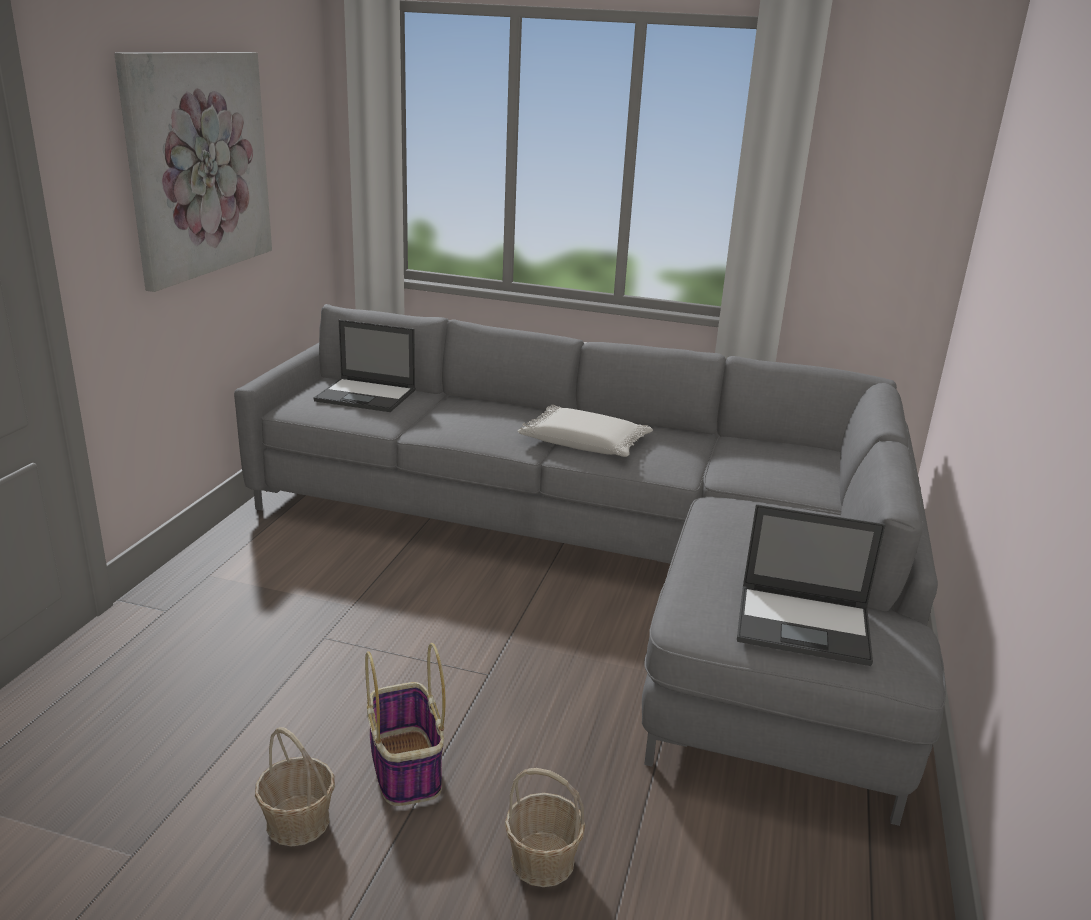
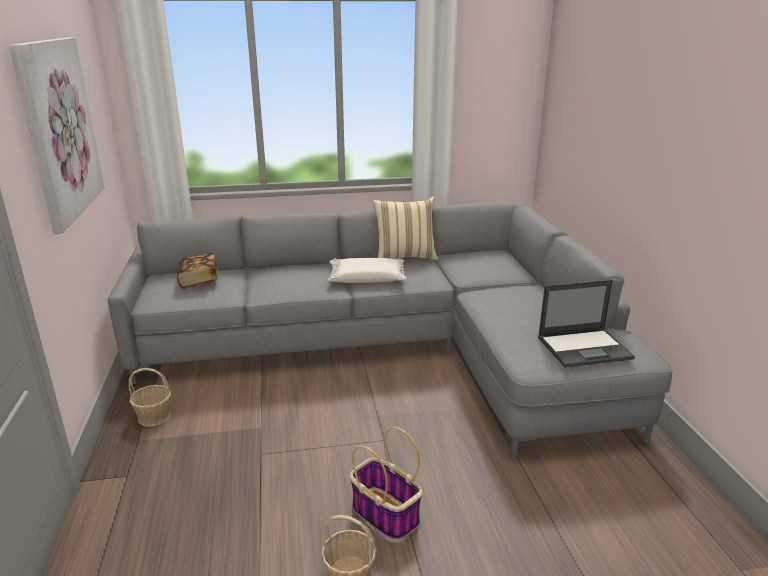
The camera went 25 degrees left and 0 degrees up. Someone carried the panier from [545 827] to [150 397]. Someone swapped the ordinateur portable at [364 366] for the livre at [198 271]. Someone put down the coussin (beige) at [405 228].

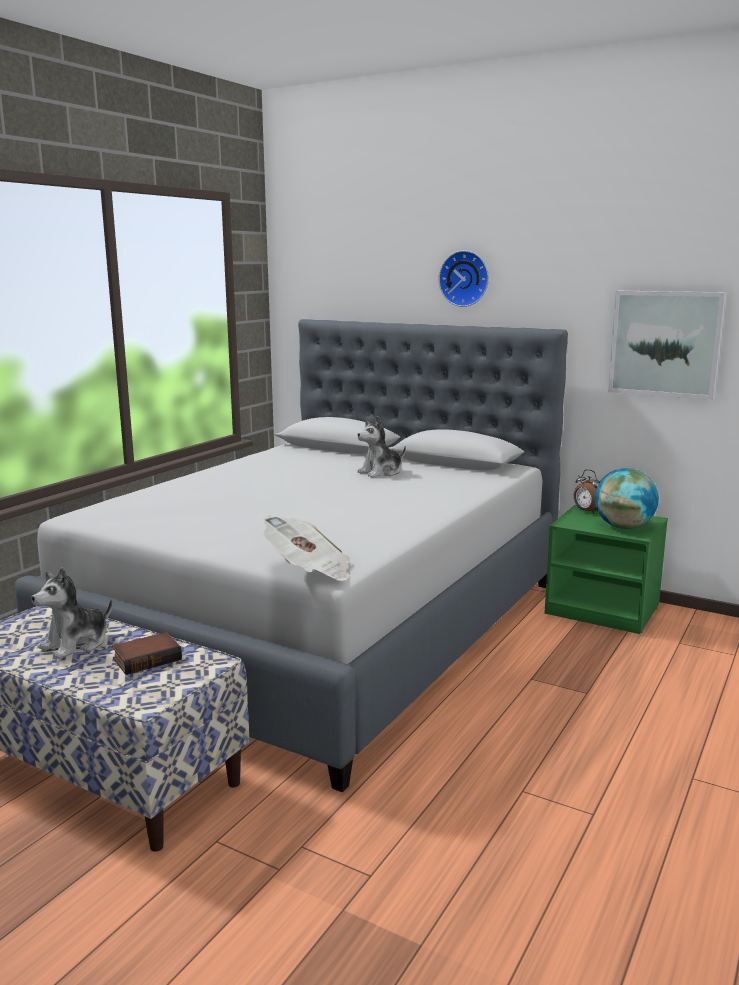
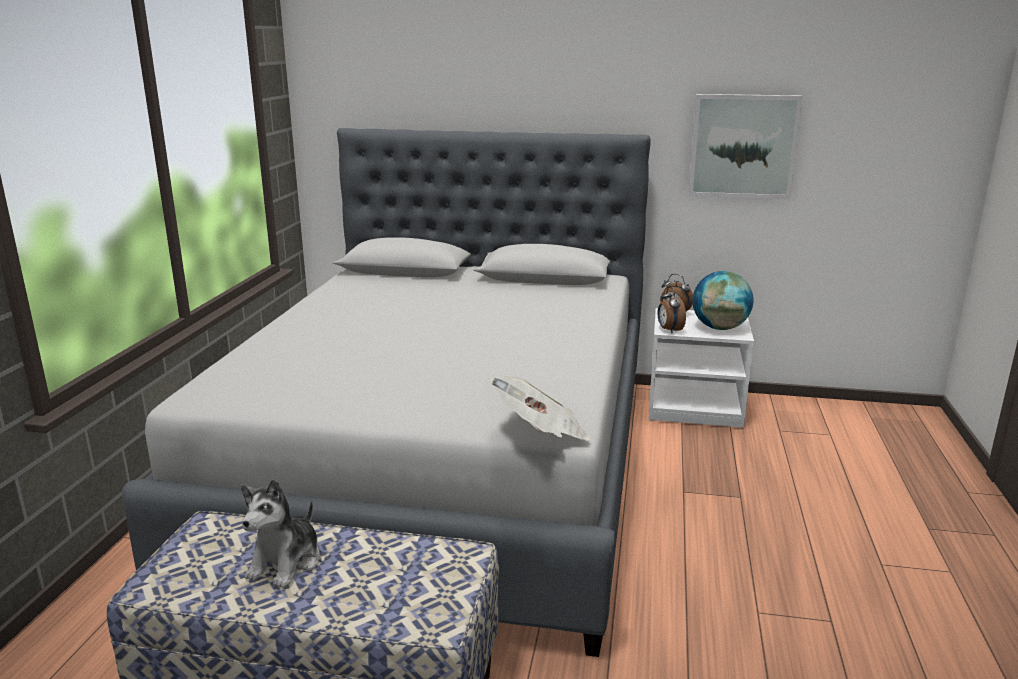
The camera went 20 degrees left and 5 degrees up. Someone repainted the table de chevet (vert) at [606 569], which became the table de chevet (blanc) at [701 368]. Someone put down the réveil at [672 310]. Someone took away the livre at [147 653]. Someone took away the peluche at [381 447]. Someone took away the horloge murale at [464 278].

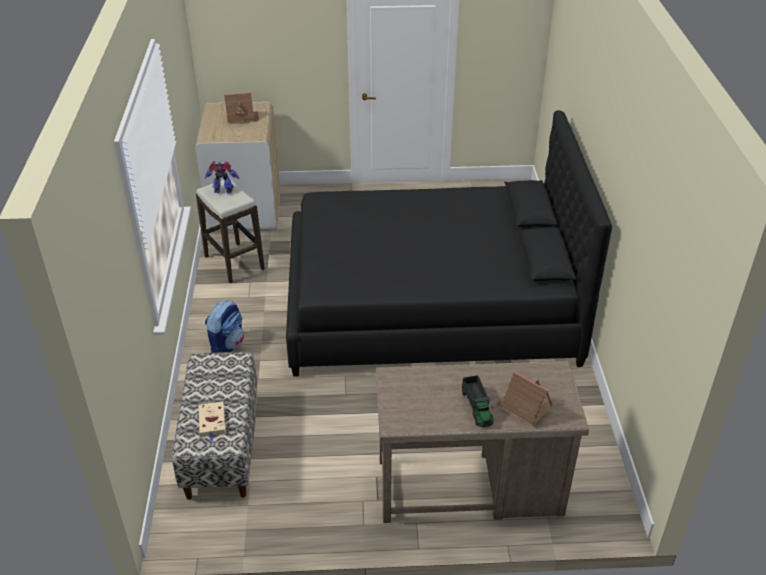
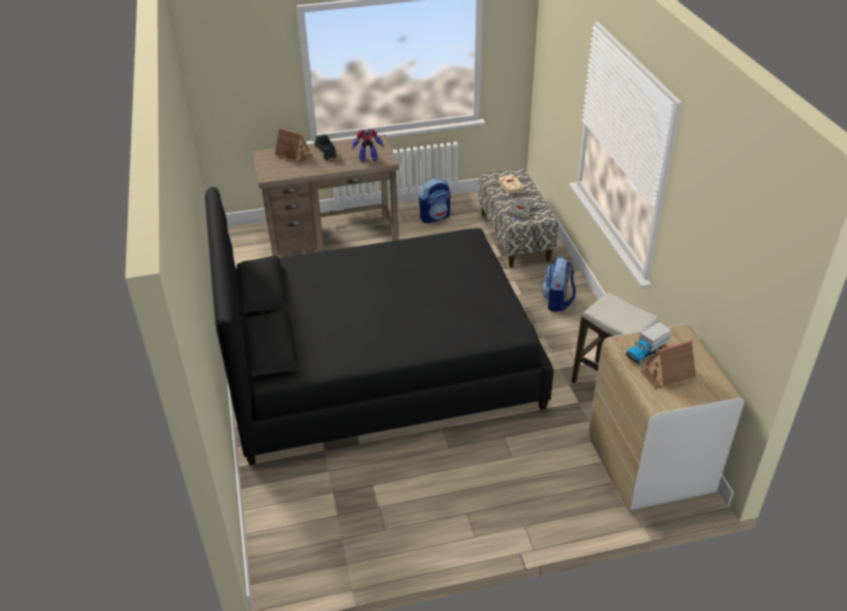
The camera went 170 degrees right and 0 degrees up. Someone carried the robot jouet from [222 177] to [368 145]. Someone put down the sac à dos at [434 201]. Someone put down the livre (gris) at [520 209]. Someone put down the camion jouet at [648 343].

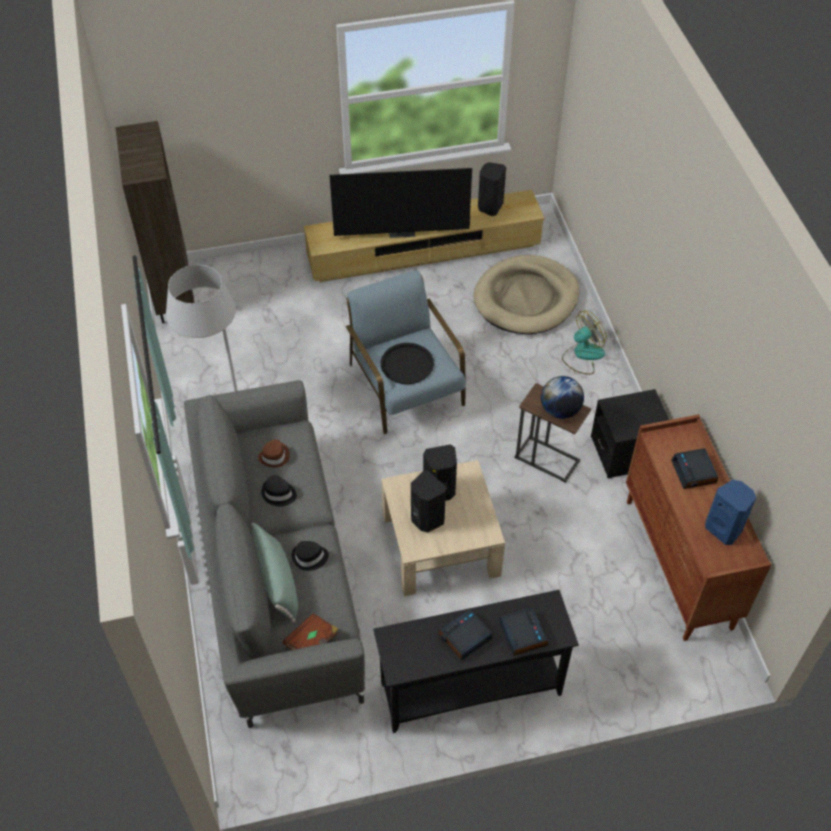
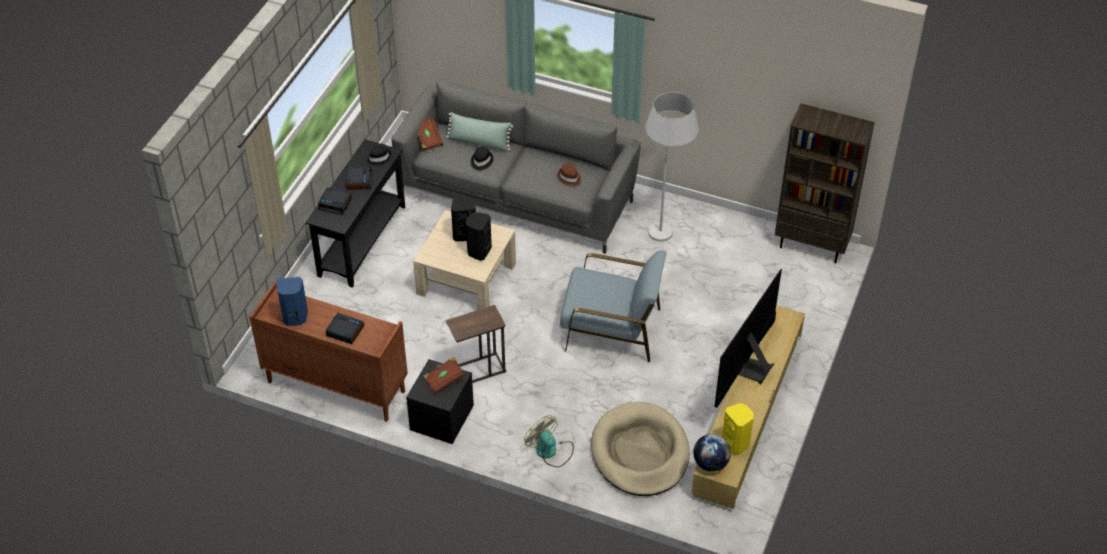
The camera went 125 degrees right and 5 degrees down. Someone carried the chapeau (noir) from [279 490] to [378 154]. Someone put down the livre (marron) at [444 375]. Someone rotated the ventilateur at [584 343] by 135 degrees clockwise. Someone carried the globe from [562 397] to [712 453]. Someone repainted the enceinte (noir) at [492 189], which became the enceinte (jaune) at [738 429]. Someone took away the plateau (noir) at [407 363].

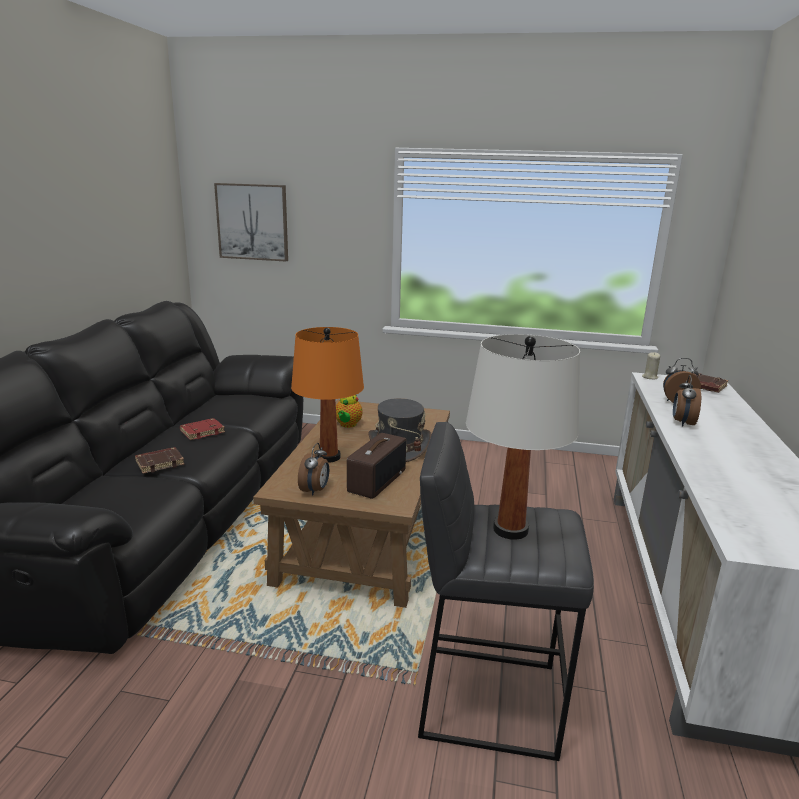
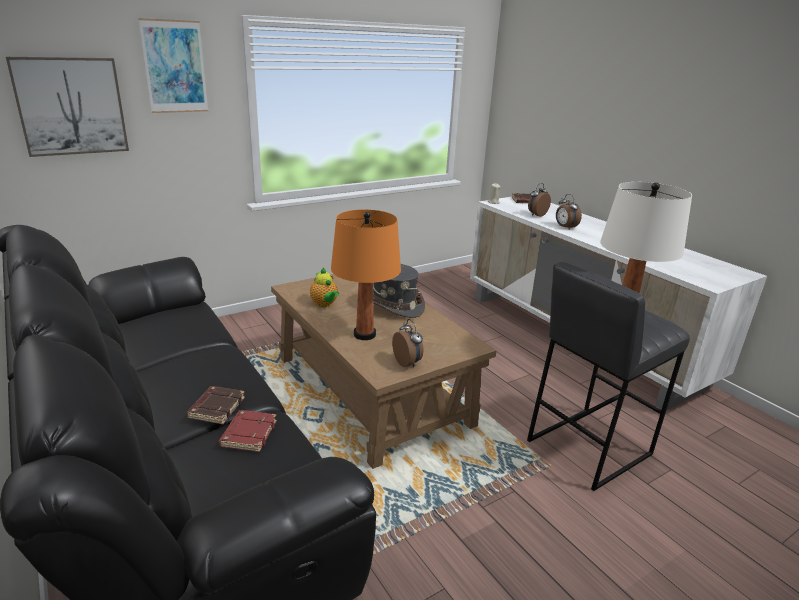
The camera went 45 degrees left and 5 degrees up. Someone put up the tableau at [173 65]. Someone carried the livre (rouge) from [202 429] to [248 431]. Someone took away the radio at [376 466].

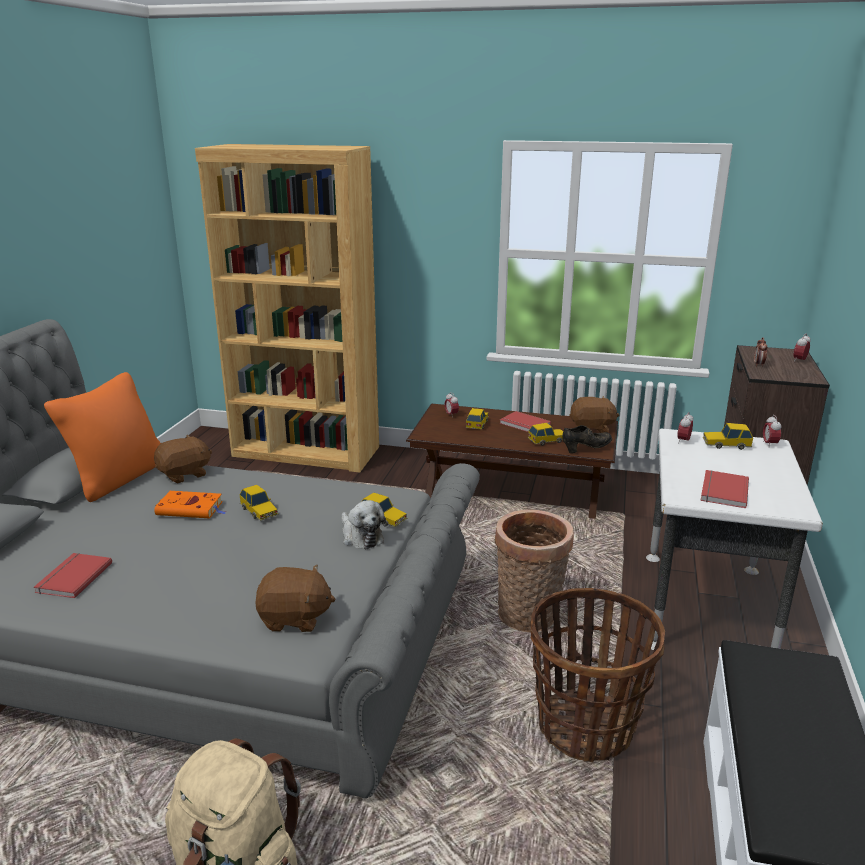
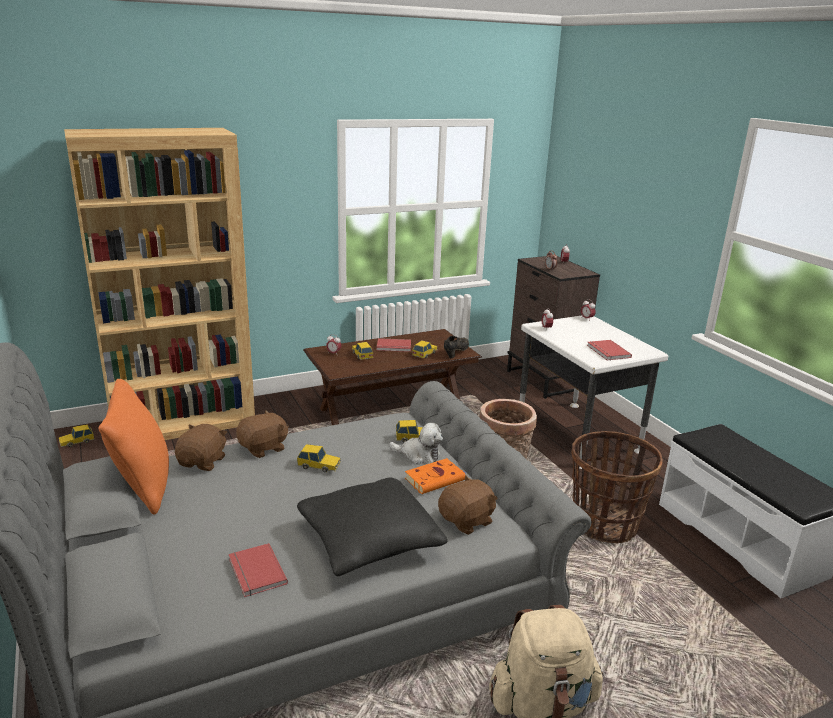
The camera went 40 degrees left and 0 degrees up. Someone carried the petite voiture from [728 436] to [76 435]. Someone carried the peluche (marron) from [594 414] to [262 434]. Someone put down the coussin (noir) at [372 527]. Someone carried the livre (orange) from [189 505] to [435 476].

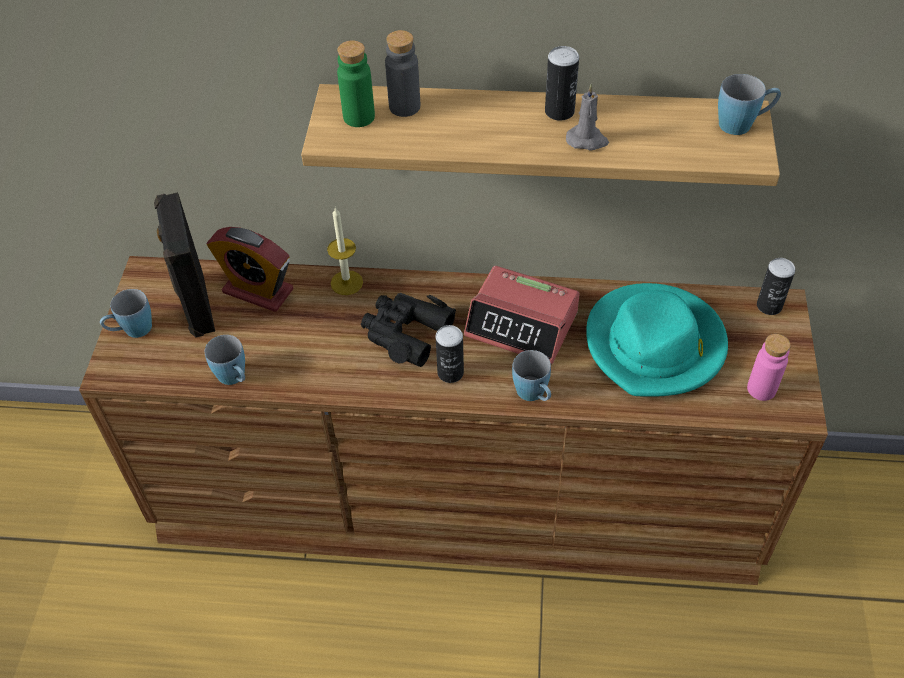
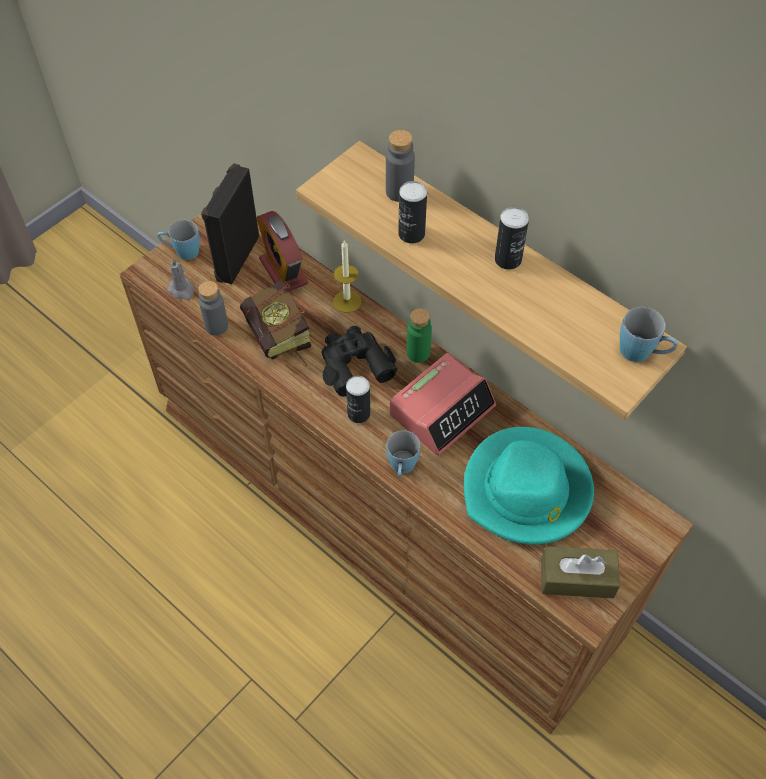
The camera went 35 degrees right and 5 degrees up. Someone carried the bougie (gris) from [587 116] to [180 279]. Someone swapped the mug (bleu) at [225 360] for the bouteille (gris) at [213 308]. Someone put down the livre at [275 324]. Someone rotated the réveil at [522 315] by 105 degrees counterclockwise. Someone carried the boîte métallique from [776 286] to [412 212]. Someone carried the bouteille (vert) from [356 83] to [419 335]. Someone swapped the bouteille (rose) at [769 367] for the boîte à mouchoirs (marron) at [580 572].

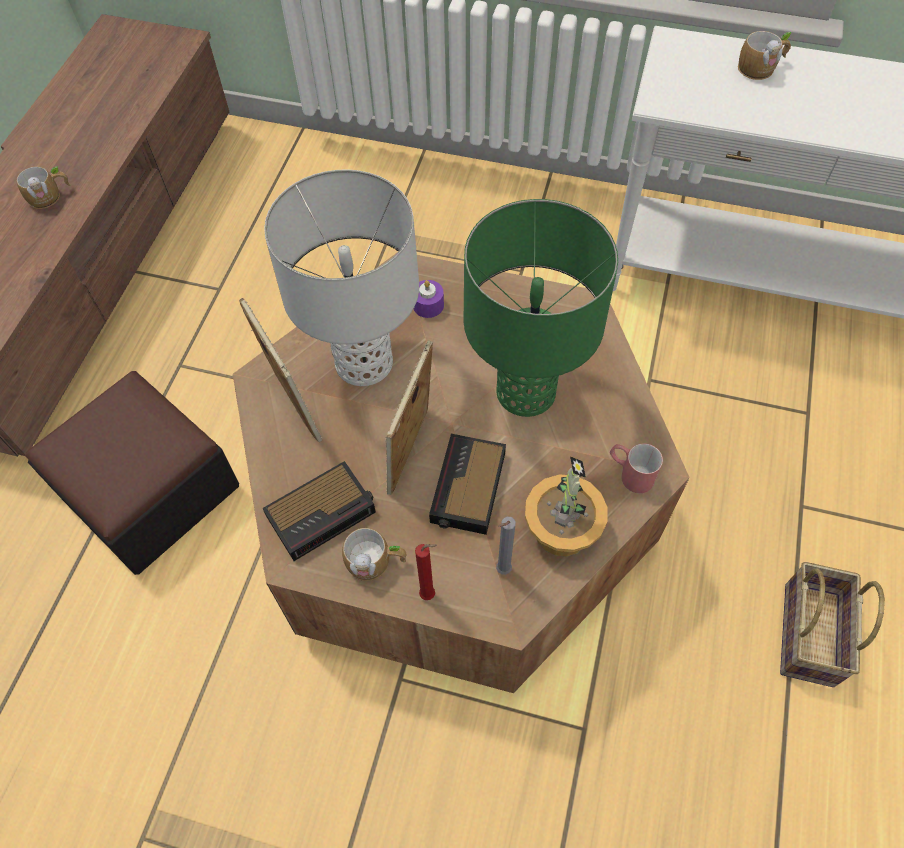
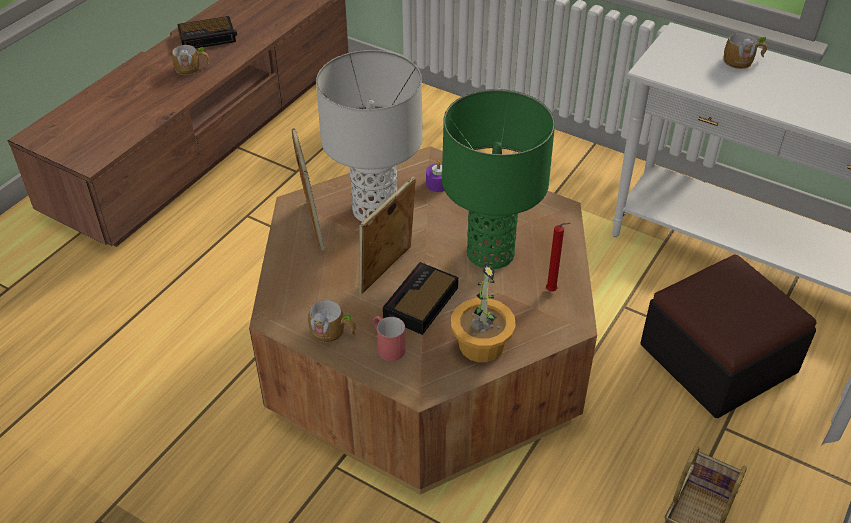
The camera went 15 degrees right and 15 degrees down. Someone carried the réveil from [319 511] to [207 32]. Someone carried the mug (rouge) from [636 468] to [389 338]. Someone carried the bougie (rouge) from [426 572] to [558 257]. Someone carried the pouf from [132 473] to [728 336]. Someone took away the bougie (gris) at [506 545].

